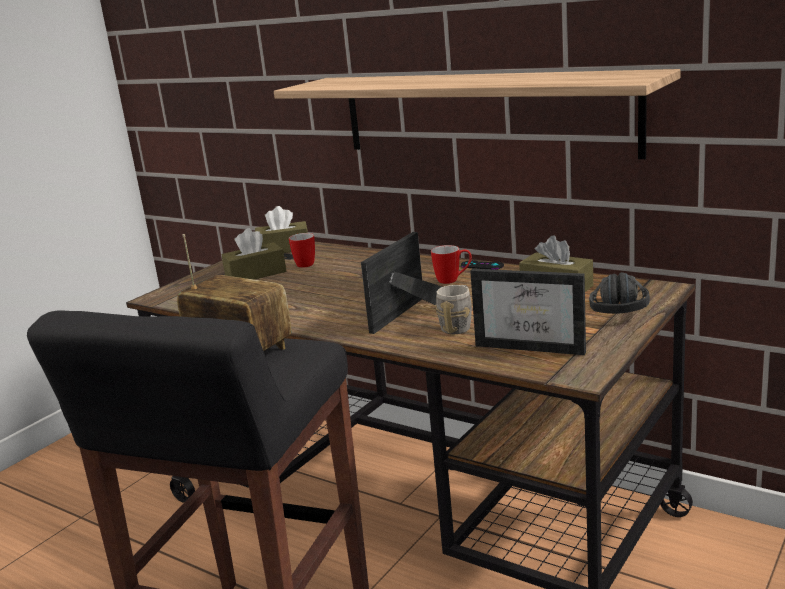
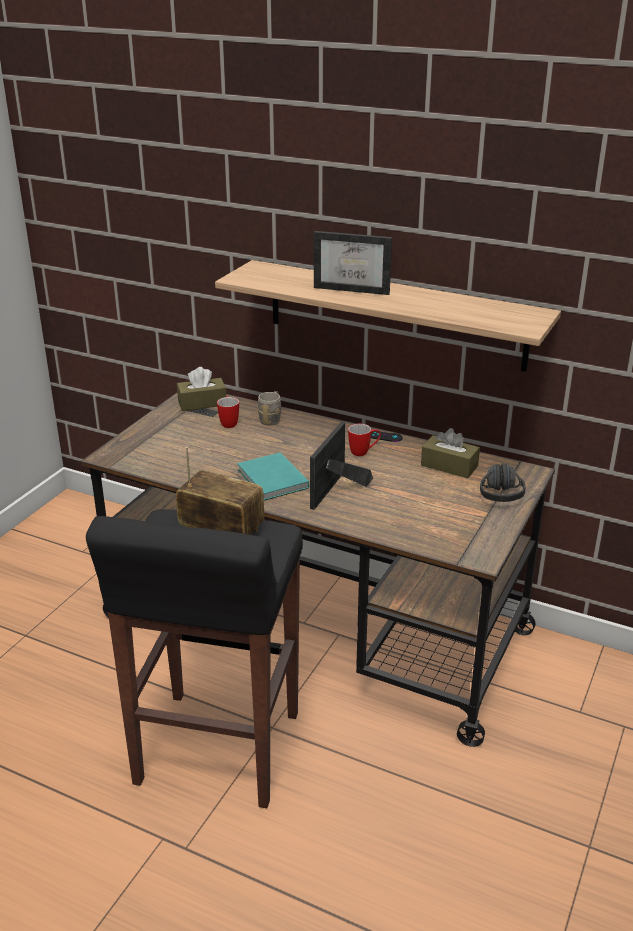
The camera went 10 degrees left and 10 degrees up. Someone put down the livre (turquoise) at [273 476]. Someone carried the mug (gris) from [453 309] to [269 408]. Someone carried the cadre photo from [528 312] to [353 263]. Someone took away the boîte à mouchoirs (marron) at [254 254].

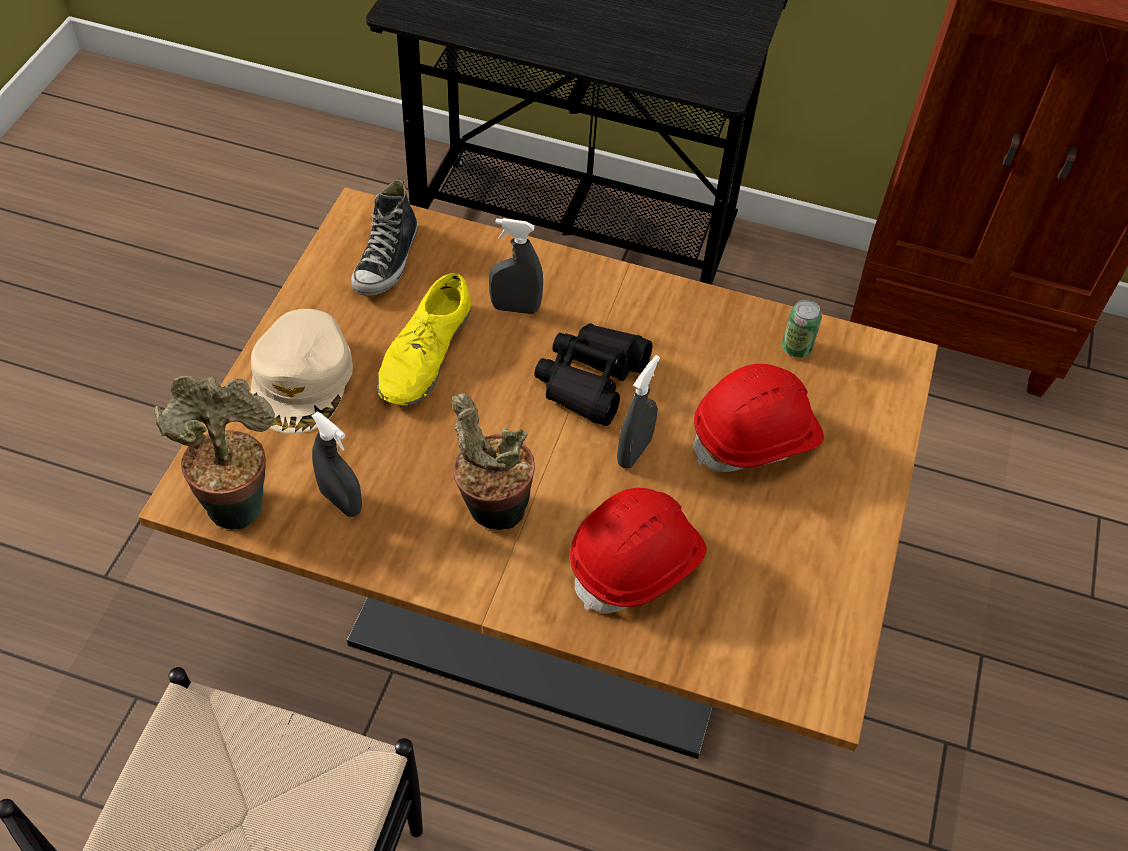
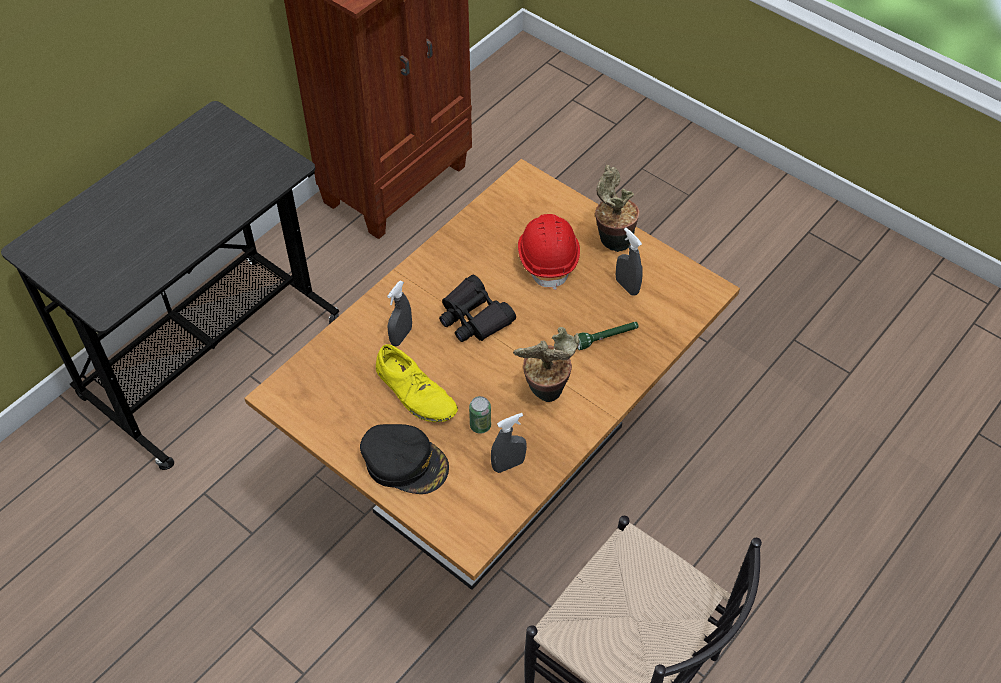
The camera went 65 degrees left and 0 degrees up. Someone repainted the casquette (beige) at [302 371], which became the casquette (noir) at [404 459]. Someone carried the boîte métallique from [802 328] to [480 415]. Someone swapped the casque de chantier (rouge) at [638 550] for the lampe de poche (vert) at [606 336]. Someone carried the plante en pot from [214 452] to [617 208]. Someone carried the vaporisateur (gris) from [638 412] to [629 262]. Someone took away the chaussure at [384 237].

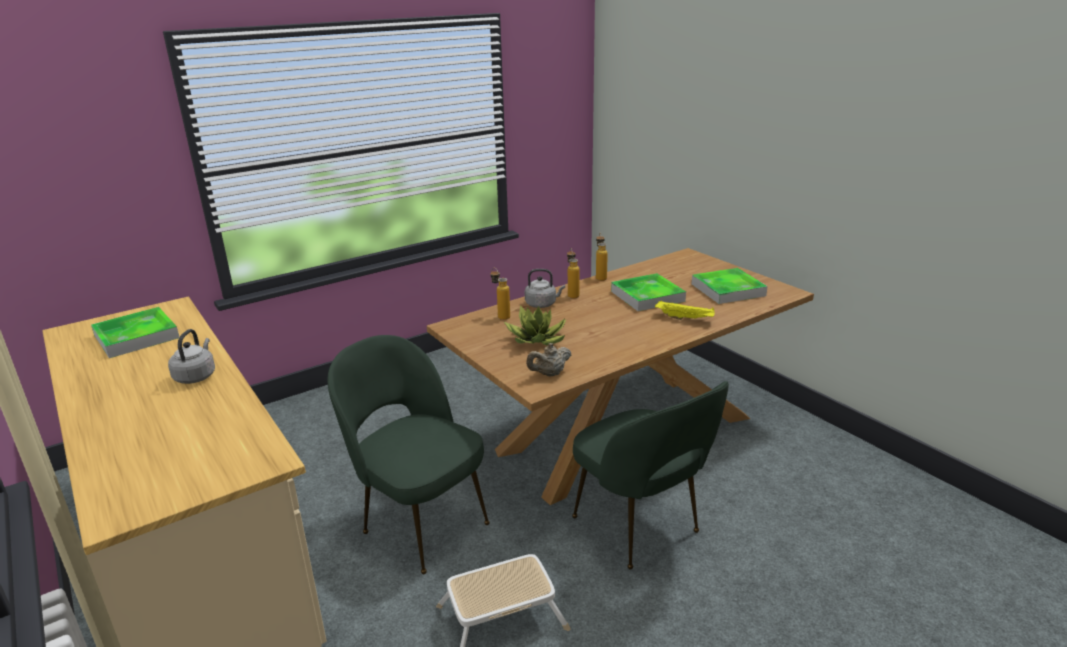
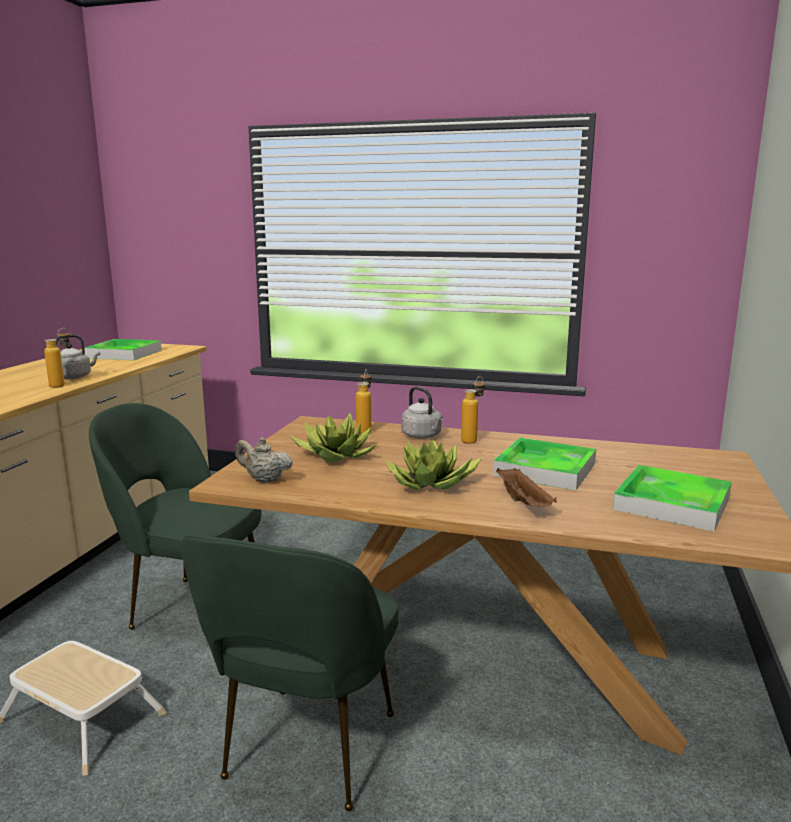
The camera went 50 degrees right and 10 degrees down. Someone carried the bouteille from [602 257] to [57 358]. Someone rotated the chaise (vert) at [409 454] by 75 degrees counterclockwise. Someone put down the plante en pot at [433 465]. Someone repainted the plateau (jaune) at [685 310], which became the plateau (marron) at [526 487].

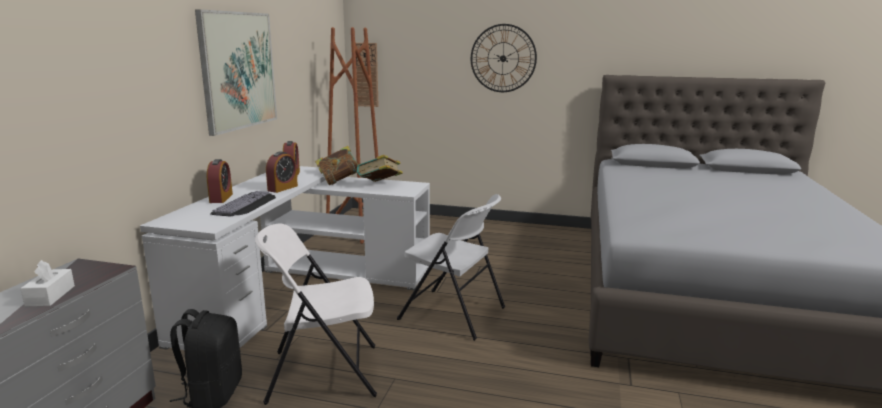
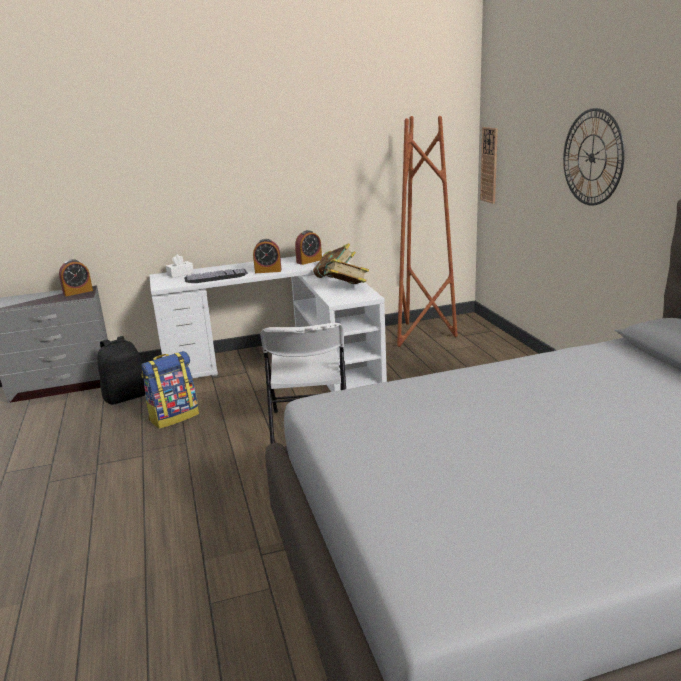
The camera went 60 degrees right and 5 degrees up. Someone carried the réveil from [220 181] to [76 277]. Someone swapped the chaise (blanc) at [316 314] for the sac à dos at [170 390]. Someone carried the boîte à mouchoirs (blanc) from [47 283] to [180 266]. Someone took away the tableau at [236 72].

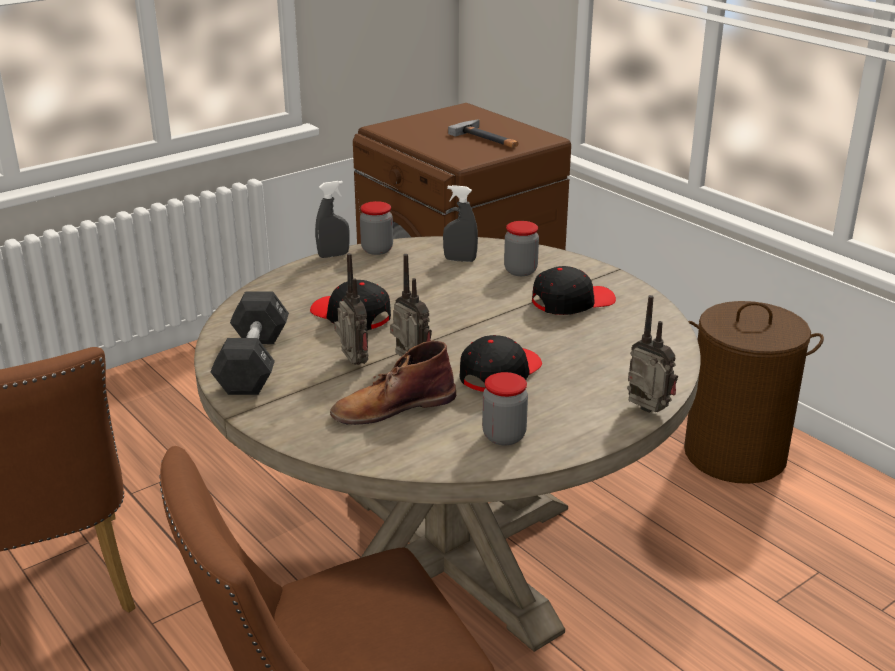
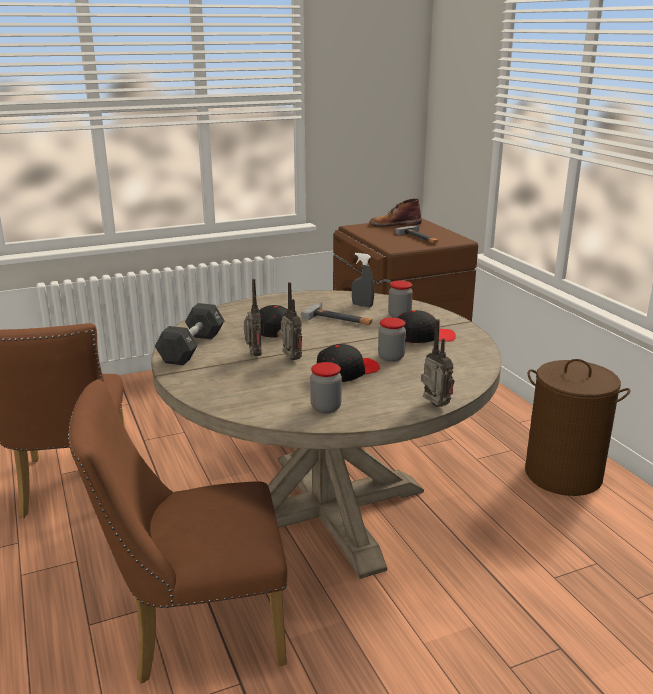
The camera went 15 degrees right and 5 degrees down. Someone put down the marteau at [336 313]. Someone carried the botte (marron) from [393 383] to [395 212]. Someone carried the bocal from [376 228] to [392 340]. Someone took away the vaporisateur (gris) at [332 219].

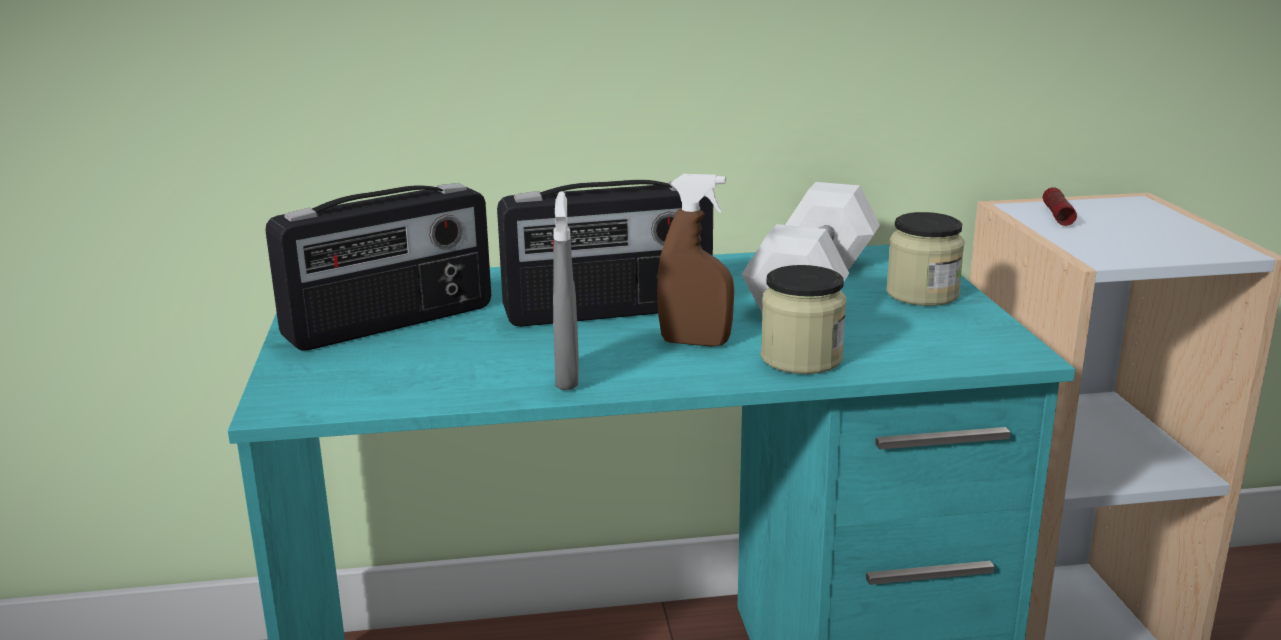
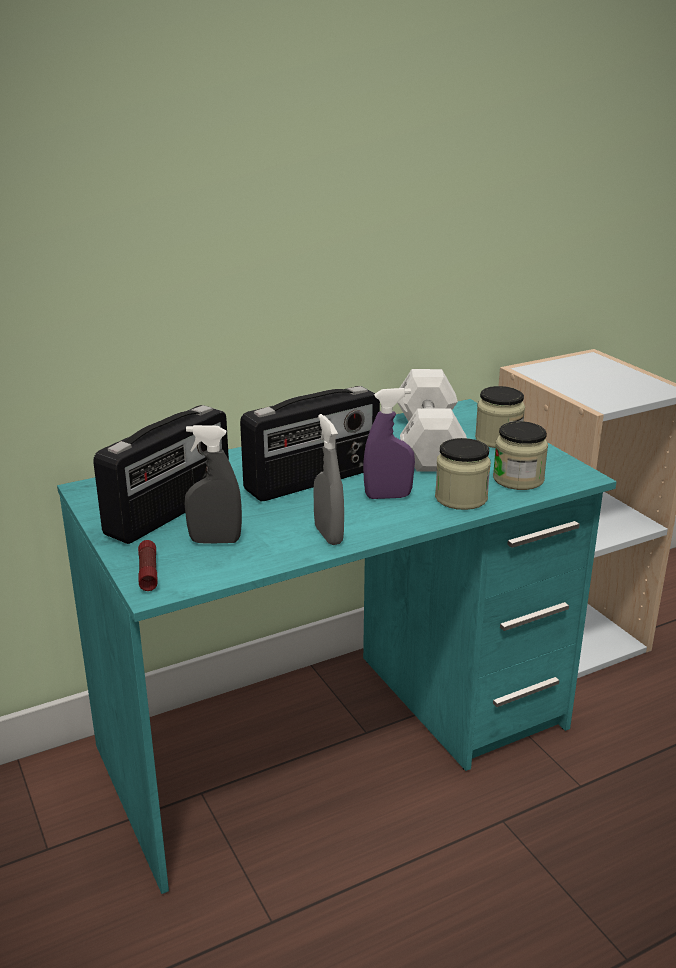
The camera went 20 degrees left and 5 degrees up. Someone carried the lampe de poche from [1059 206] to [148 565]. Someone put down the vaporisateur (gris) at [213 484]. Someone repainted the vaporisateur (marron) at [695 260], which became the vaporisateur (violet) at [389 443]. Someone put down the bocal at [520 455].

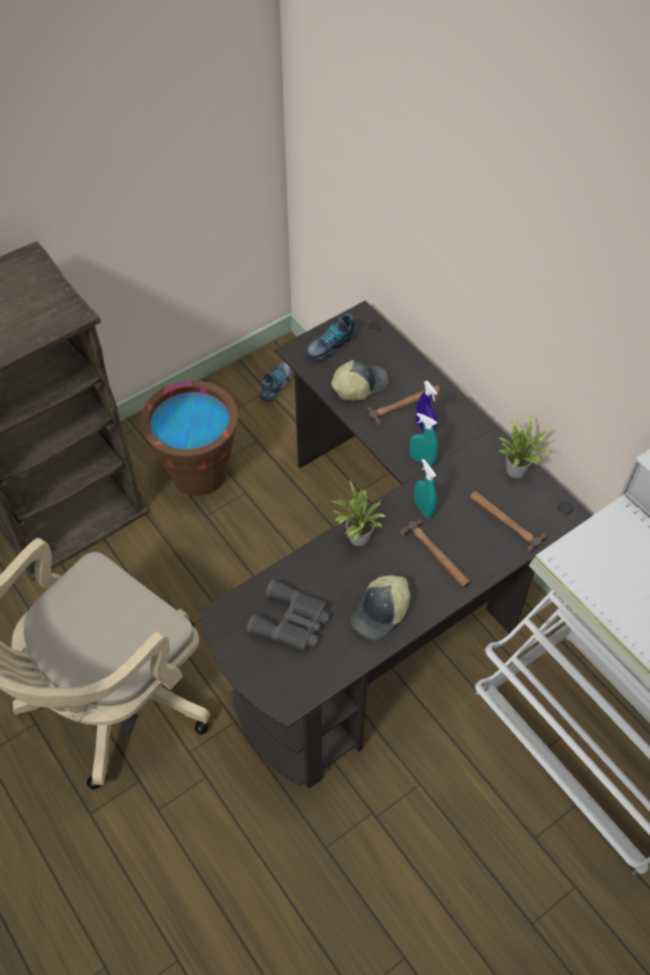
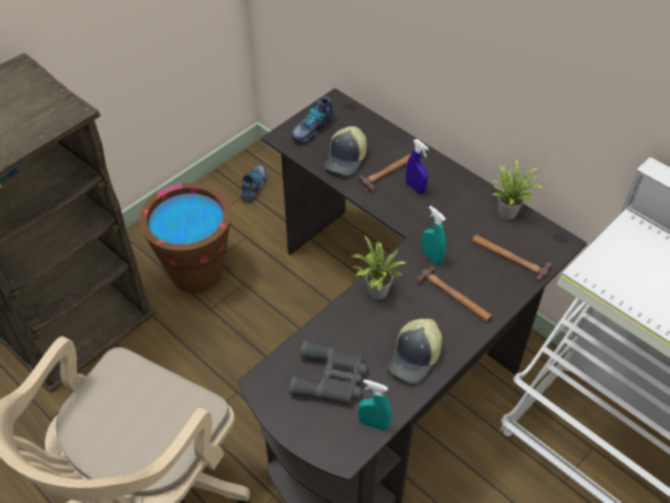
The camera went 10 degrees left and 5 degrees down. Someone rotated the casquette at [360 380] by 150 degrees clockwise. Someone carried the vaporisateur (turquoise) from [424 439] to [375 405].

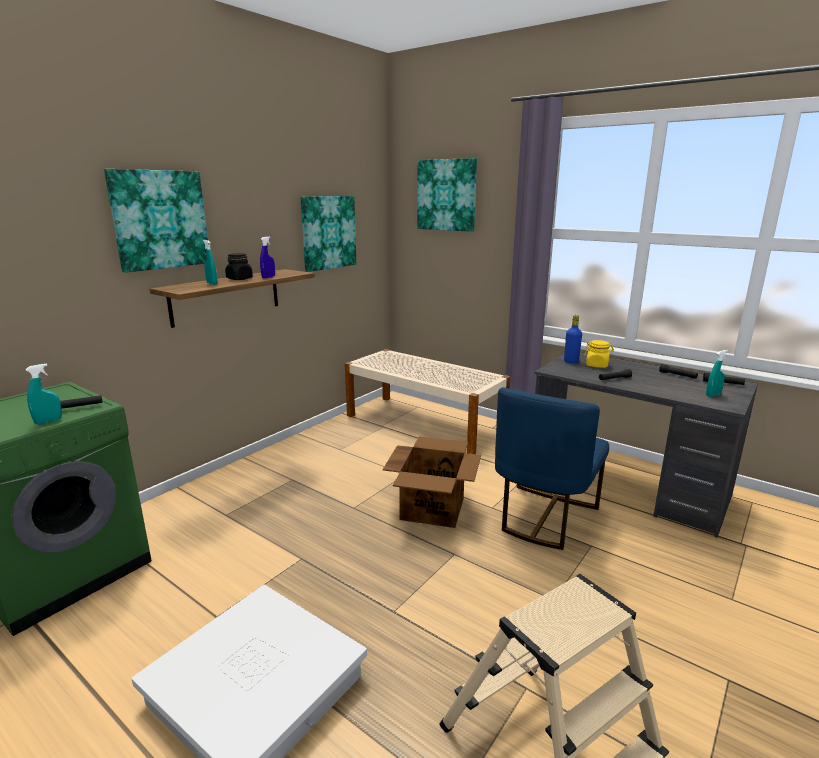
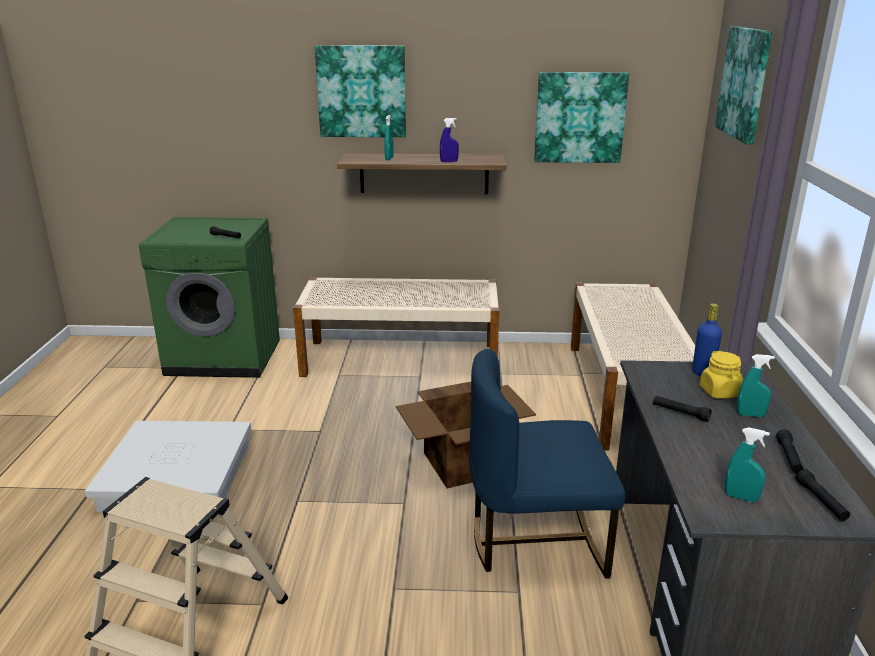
The camera went 55 degrees right and 5 degrees up. Someone put down the banc (beige) at [396 327]. Someone carried the vaporisateur (turquoise) from [44 393] to [756 385]. Someone took away the bocal (noir) at [239 266].

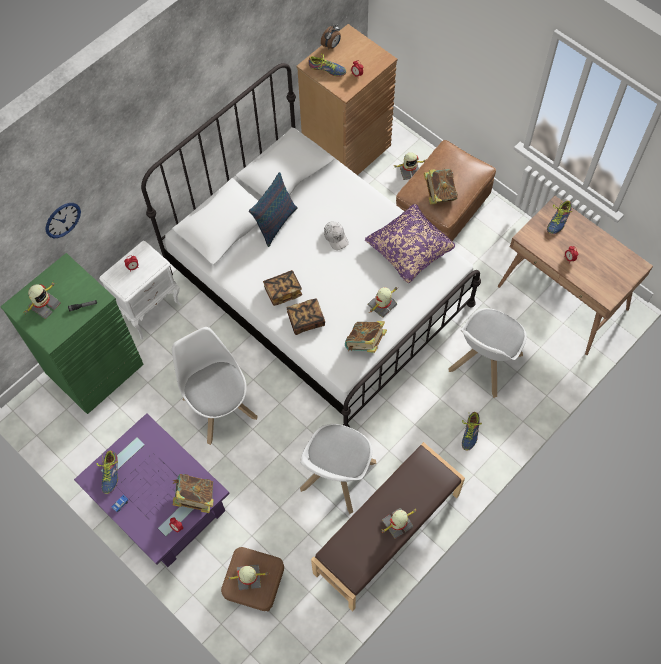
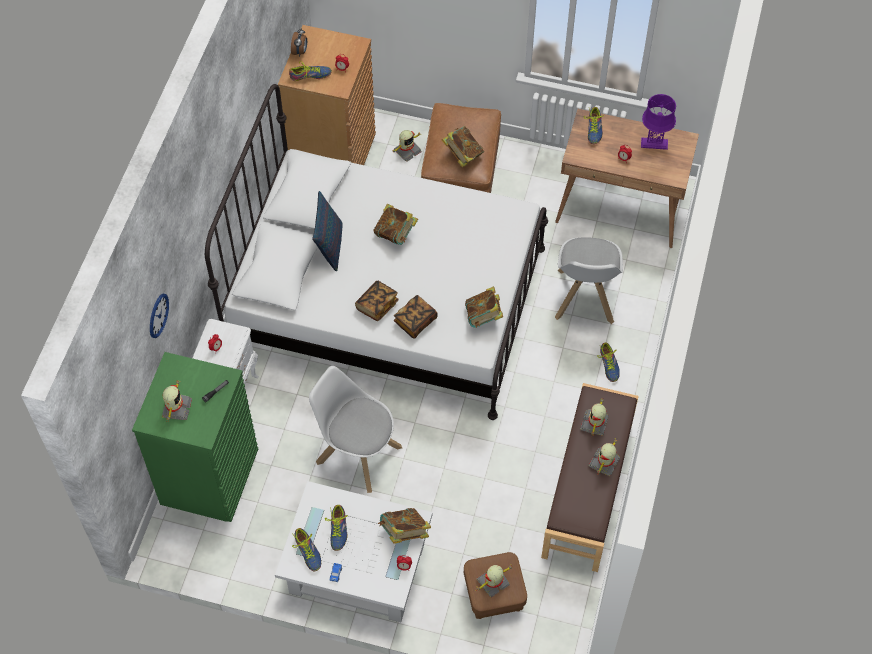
The camera went 30 degrees left and 5 degrees down. Someone repainted the table basse (violet) at [152 490], which became the table basse (blanc) at [354 551]. Someone put down the chaussure at [336 528]. Someone swapped the casquette (blanc) at [336 235] for the livre at [395 224]. Someone carried the robot jouet from [382 302] to [594 417]. Someone put down the lampe de table (violet) at [658 122]. Someone took away the chaise at [338 469]. Someone took away the coussin (violet) at [410 243].

